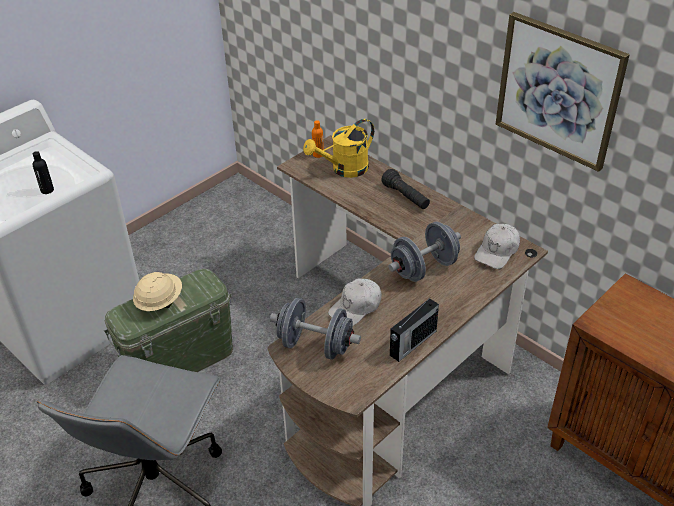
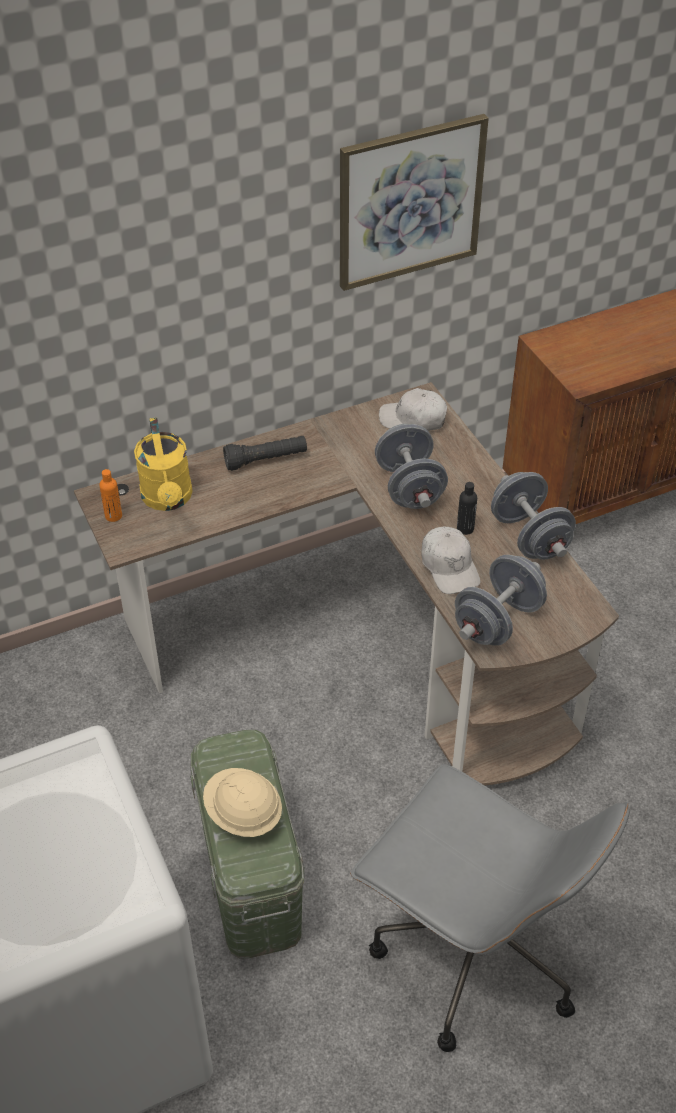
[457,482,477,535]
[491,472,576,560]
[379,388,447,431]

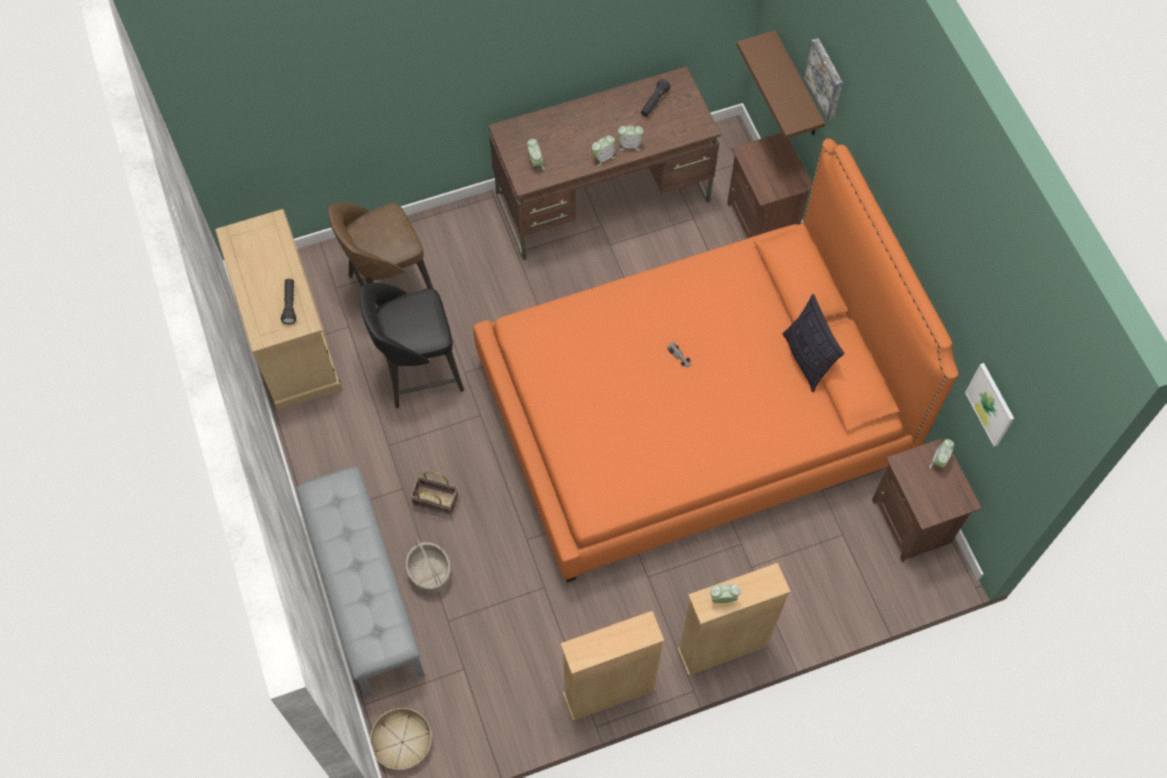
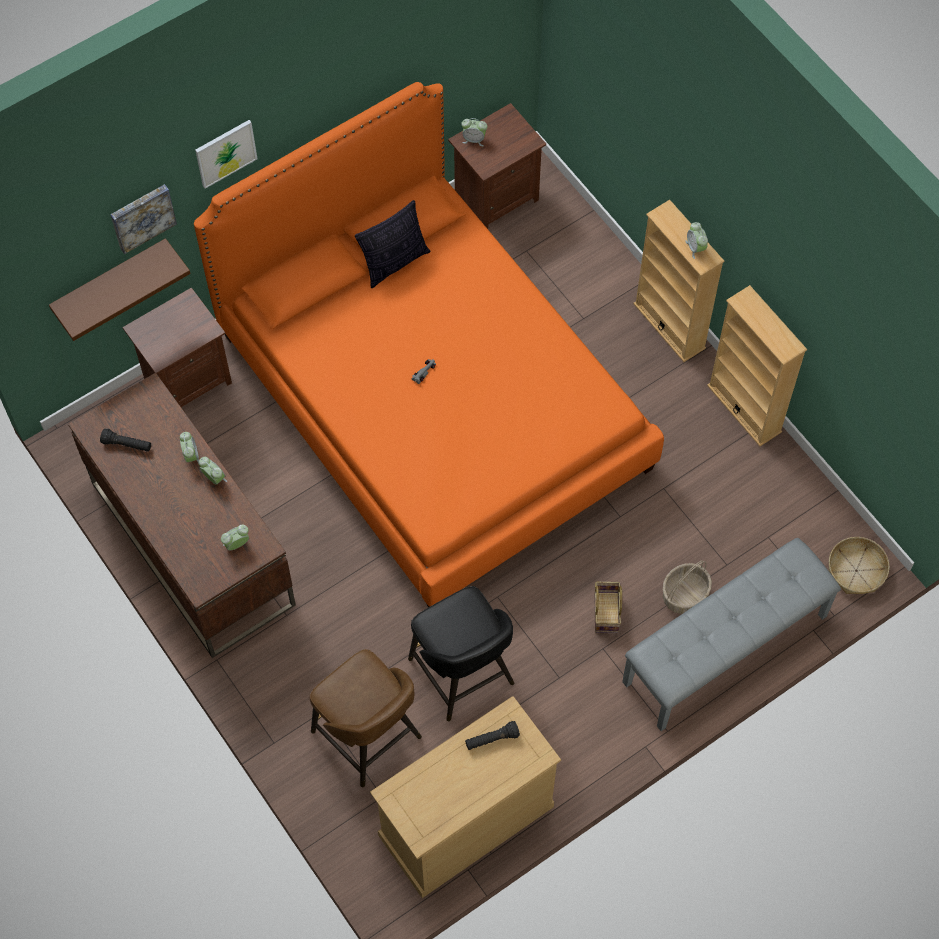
[195,120,257,189]

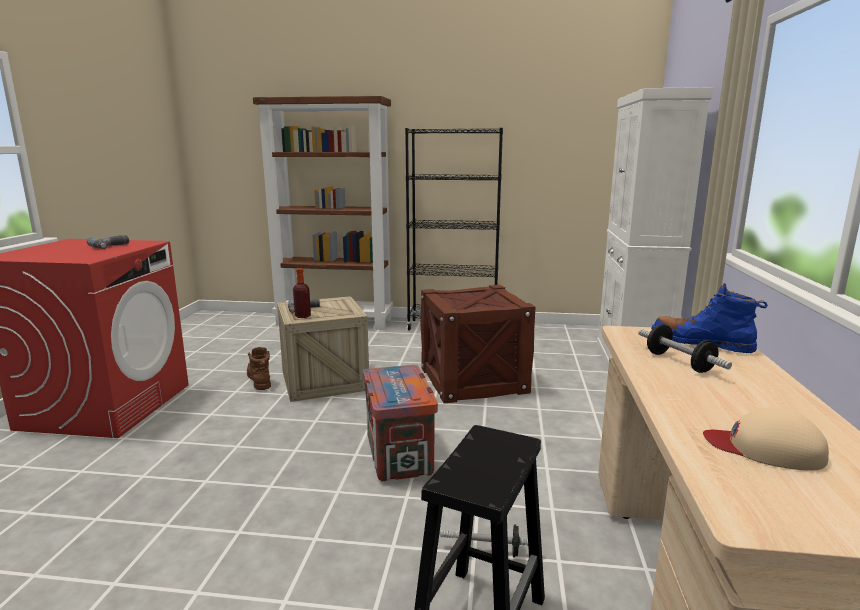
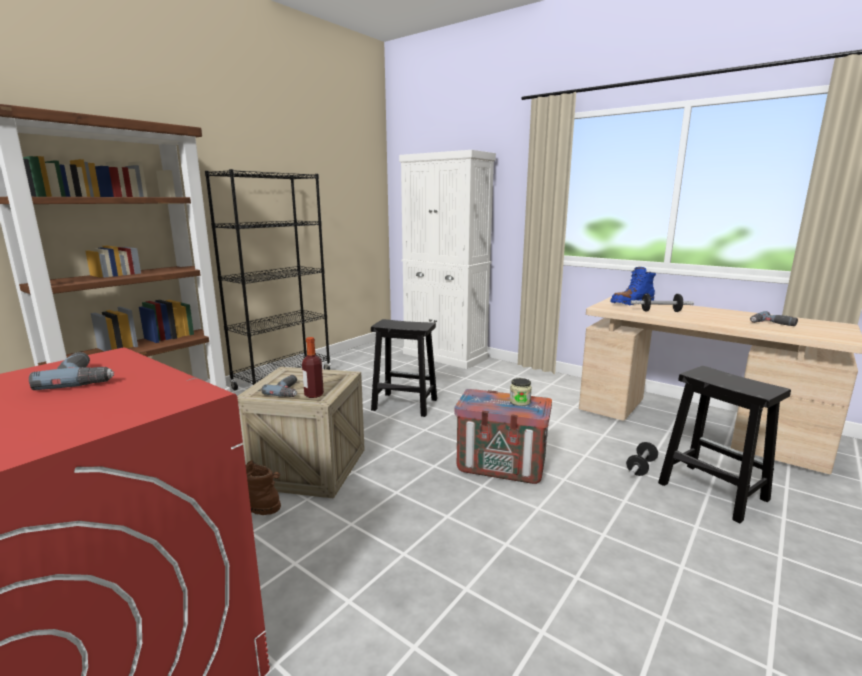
[510,378,532,406]
[371,319,437,417]
[750,311,798,326]

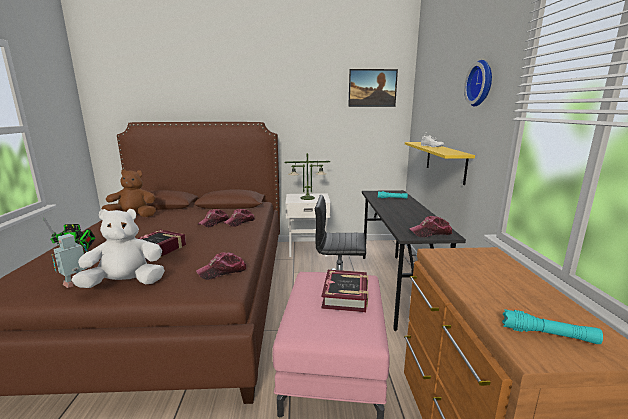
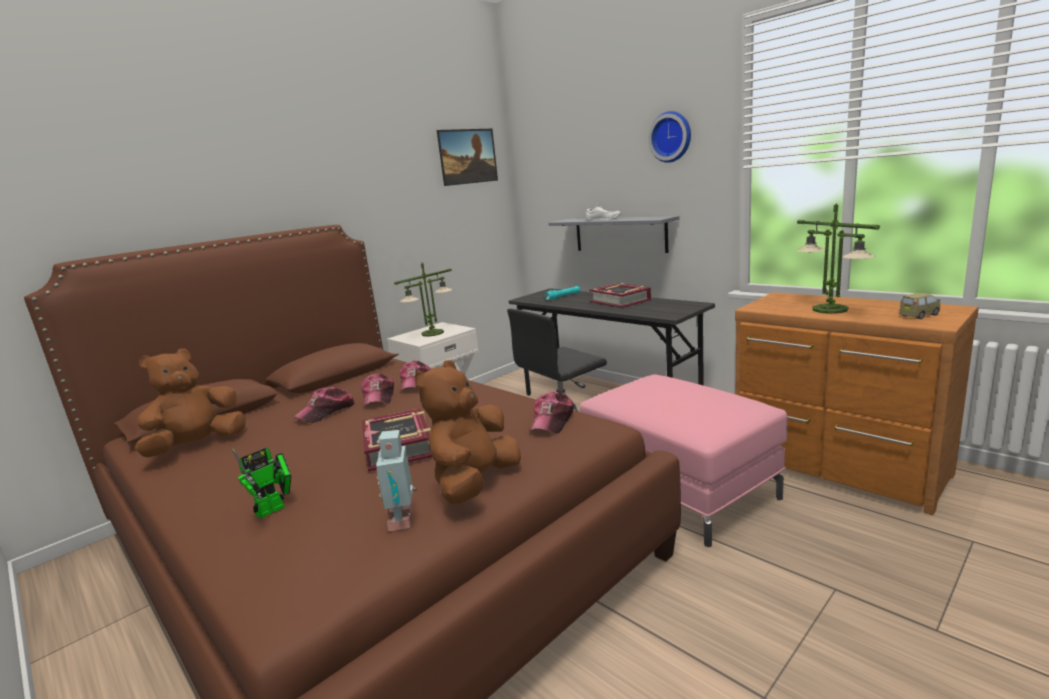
[796,203,880,314]
[589,283,651,308]
[294,387,355,423]
[899,293,940,319]
[414,360,521,504]
[548,216,680,253]

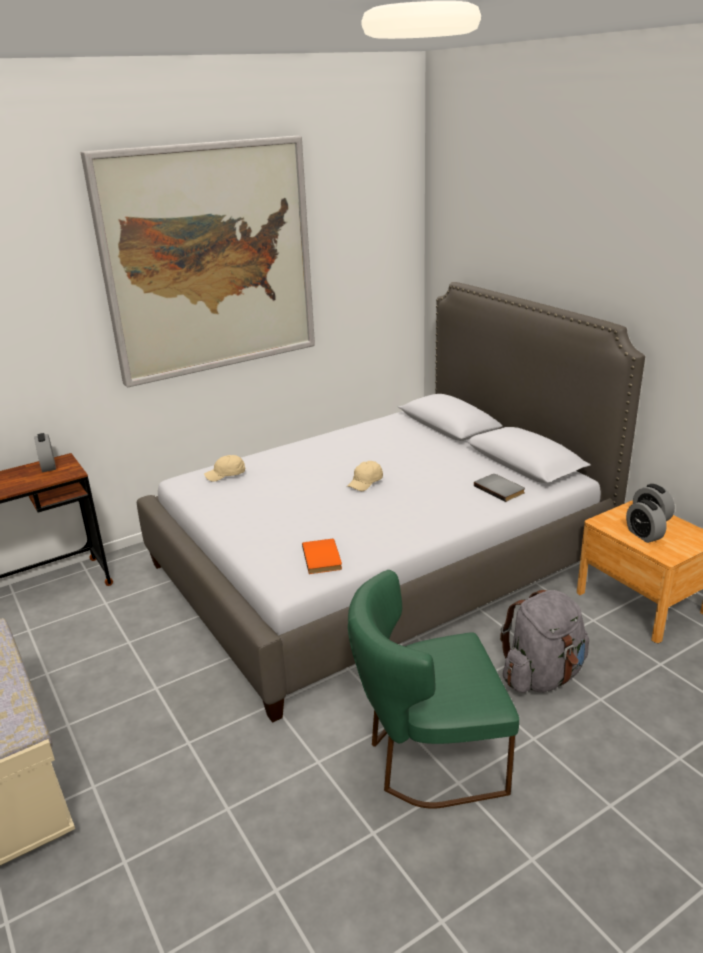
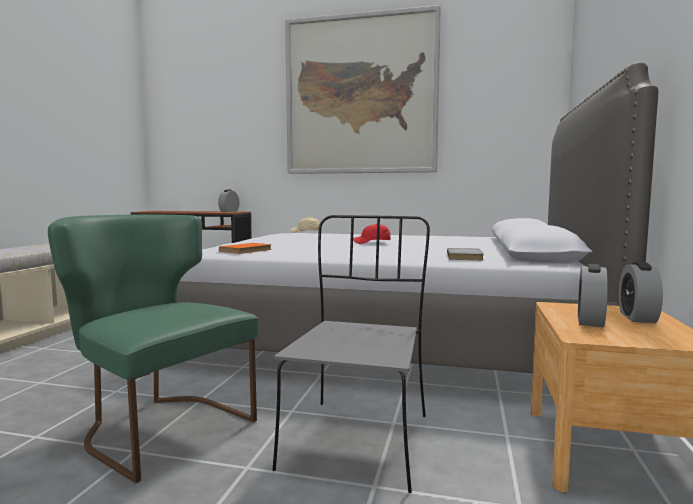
[273,215,430,493]
[353,224,391,244]

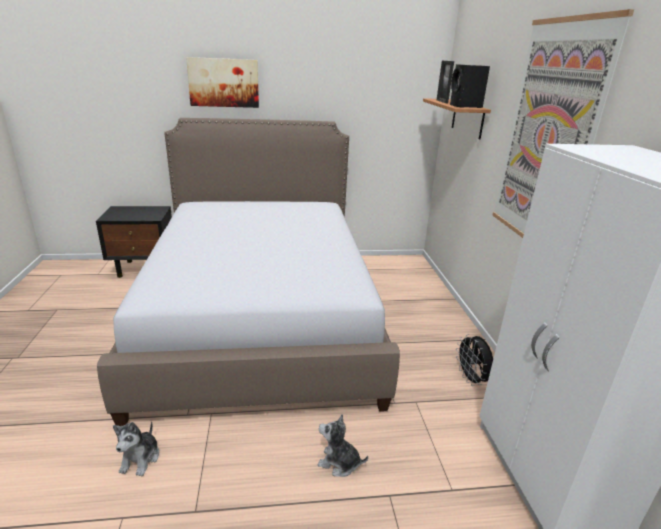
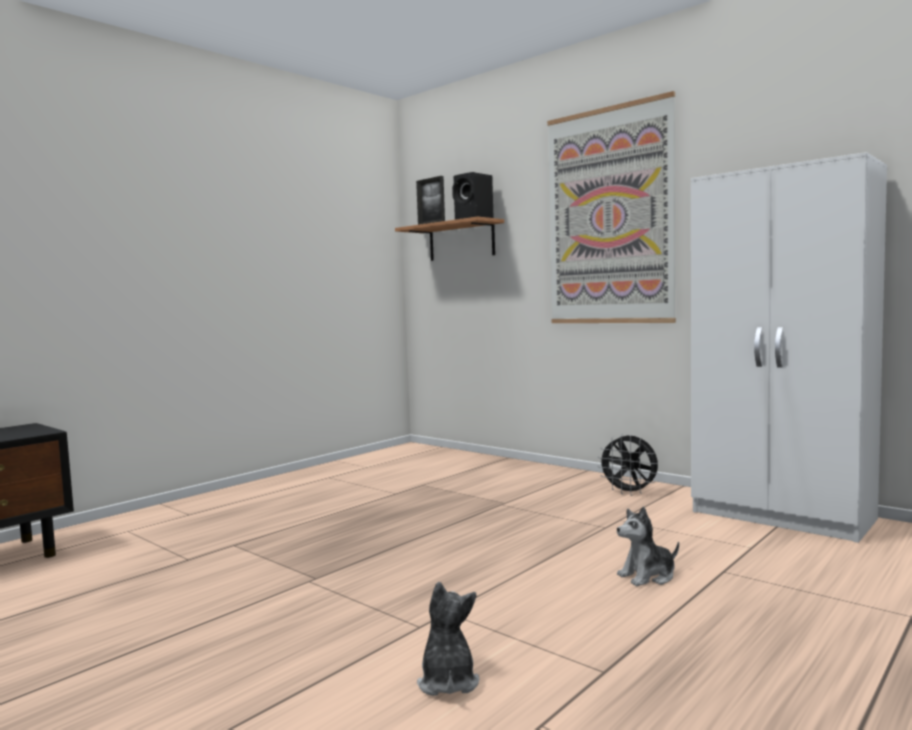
[97,118,400,426] (first image)
[186,57,259,108] (first image)
[417,582,480,696]

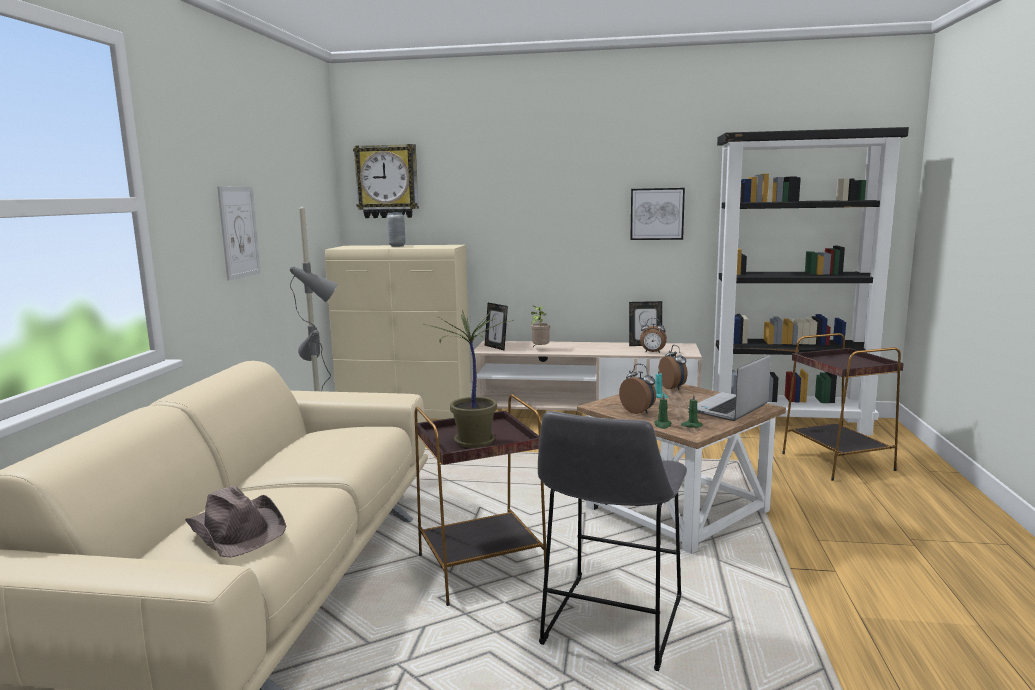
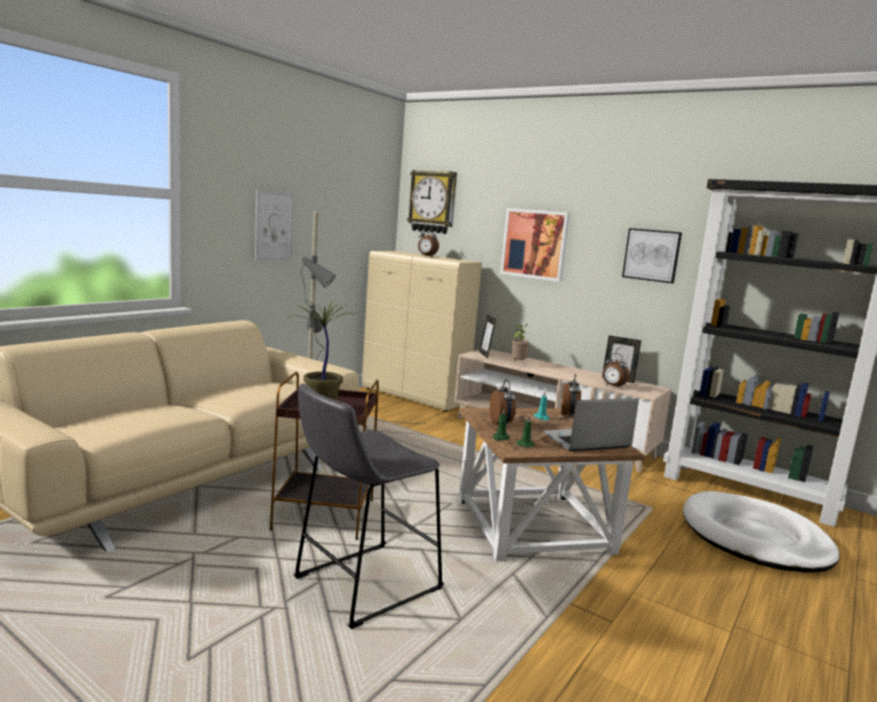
[185,486,287,558] (first image)
[500,208,570,282]
[418,228,439,257]
[683,491,839,573]

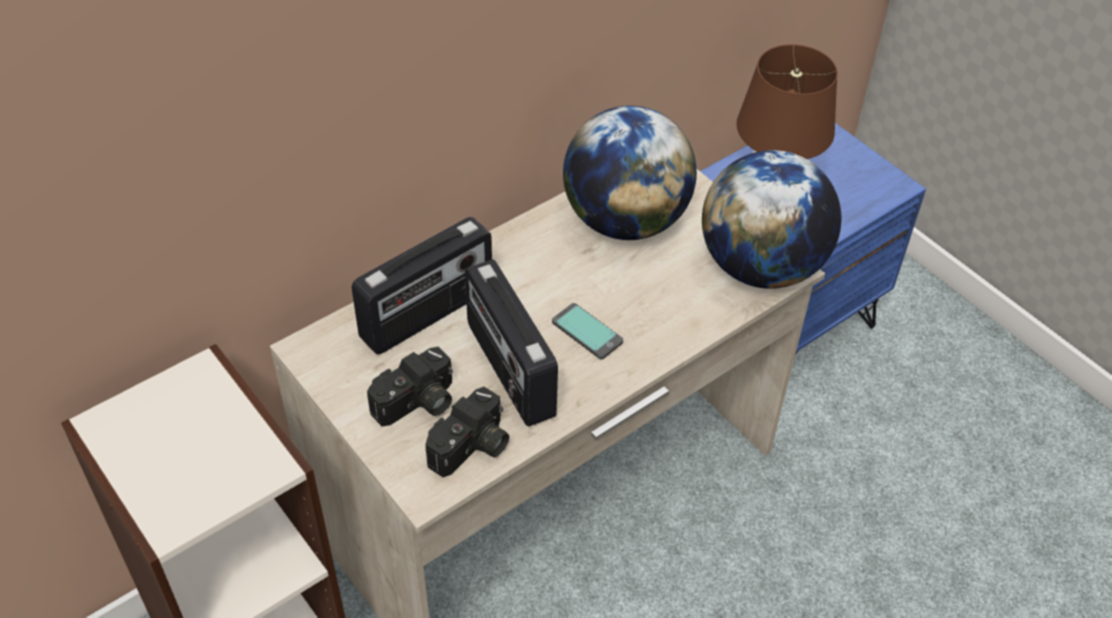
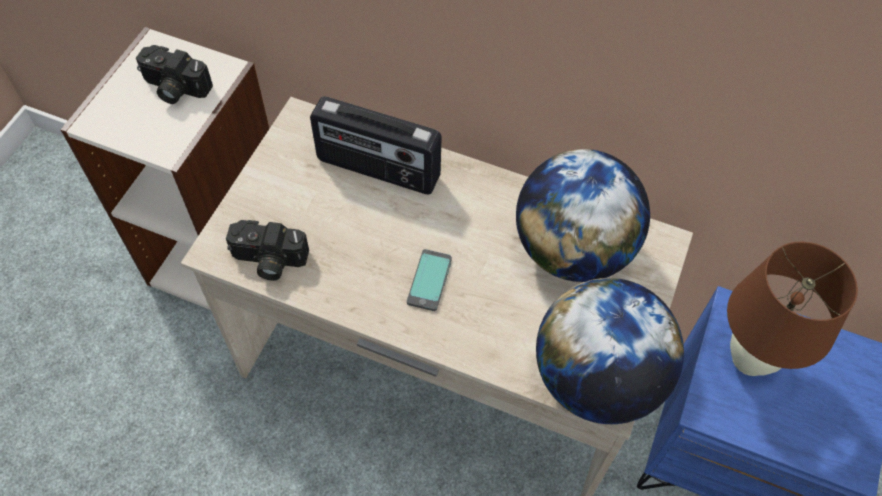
[465,259,558,426] (first image)
[136,45,213,104]

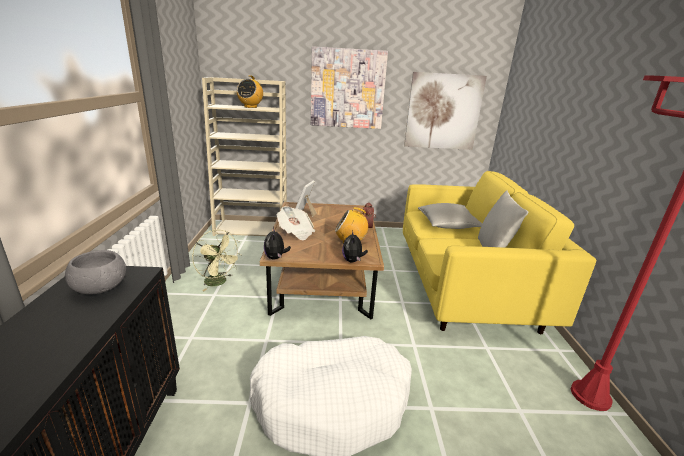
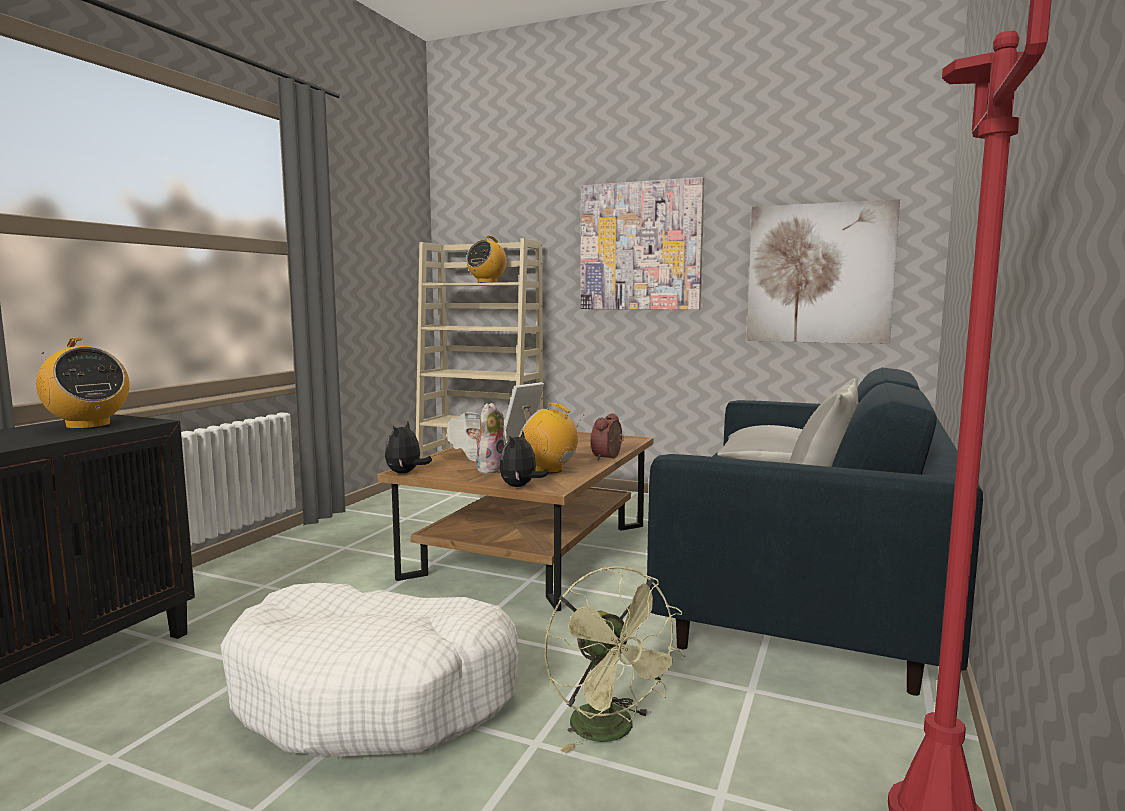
[475,403,504,474]
[545,566,685,753]
[36,337,130,429]
[647,367,983,696]

